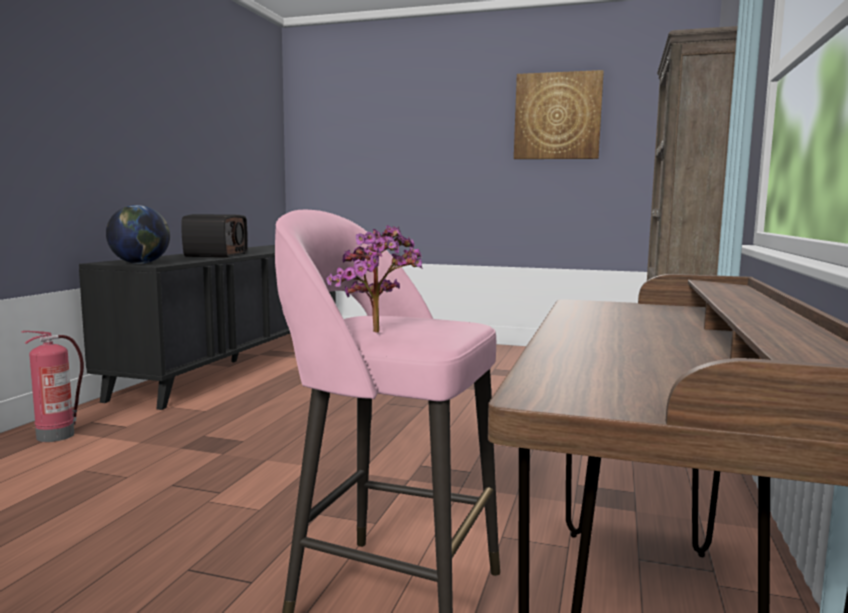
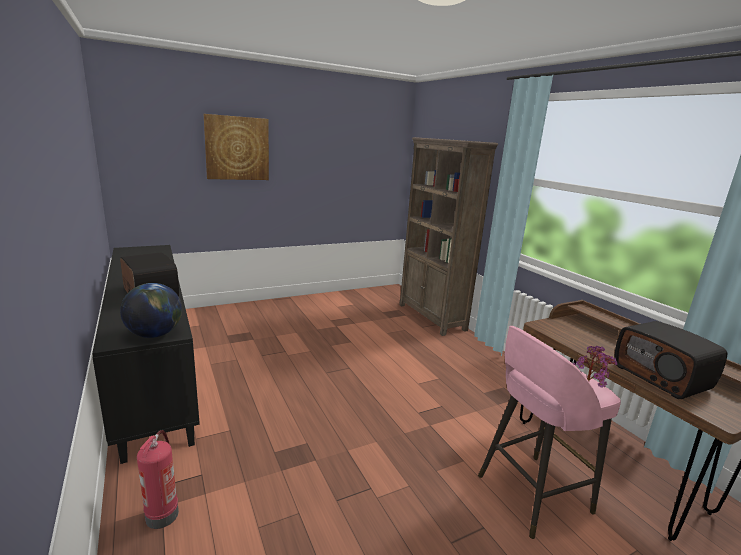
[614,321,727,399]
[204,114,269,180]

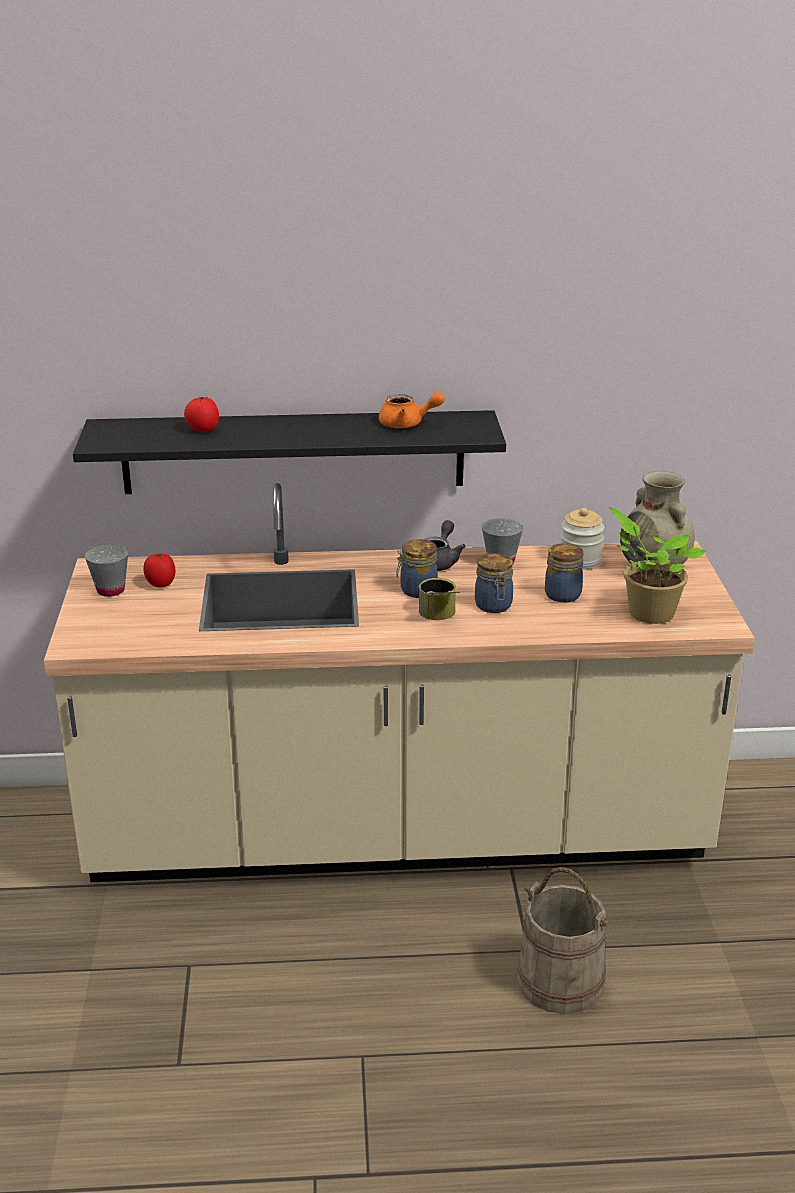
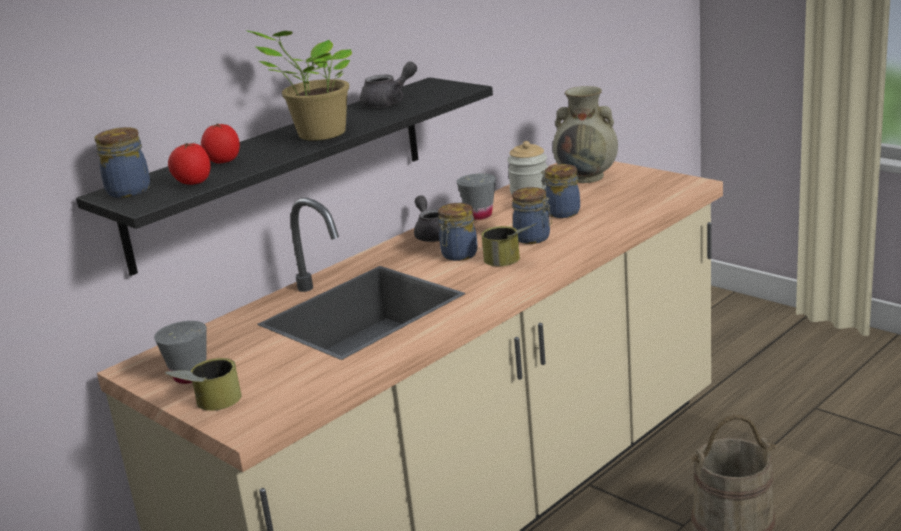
[95,127,150,198]
[165,358,242,411]
[168,142,211,185]
[246,30,352,141]
[360,61,417,108]

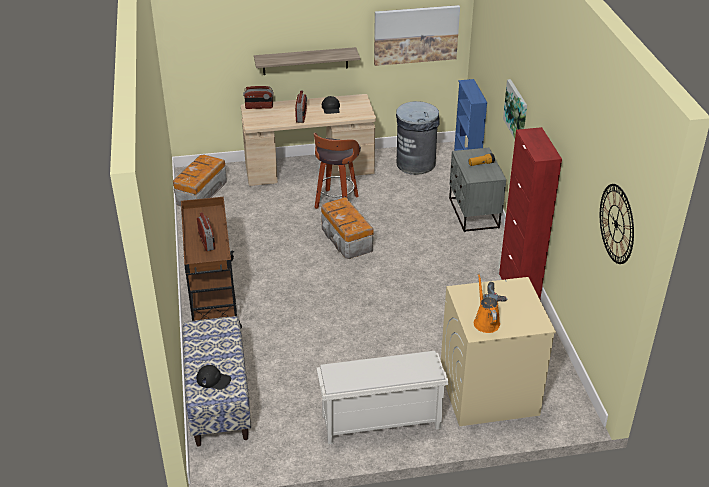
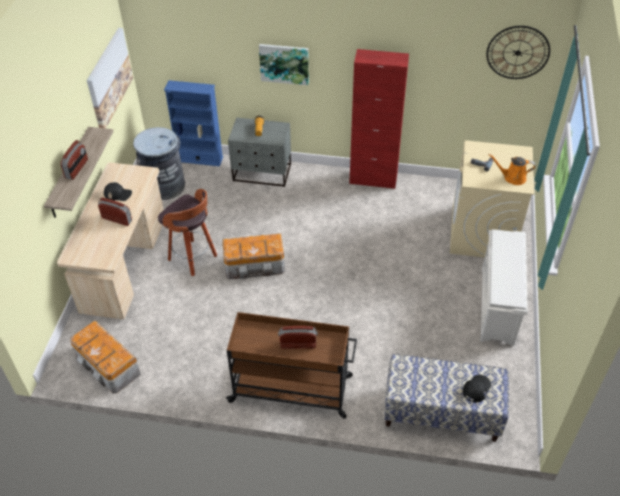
[60,140,88,180]

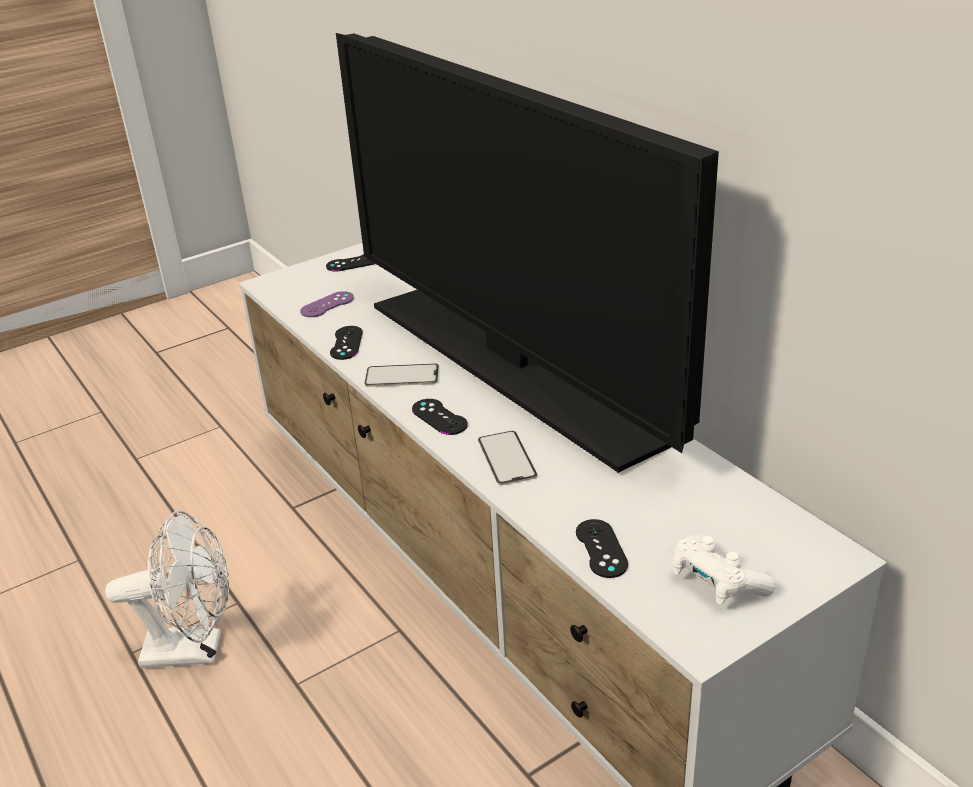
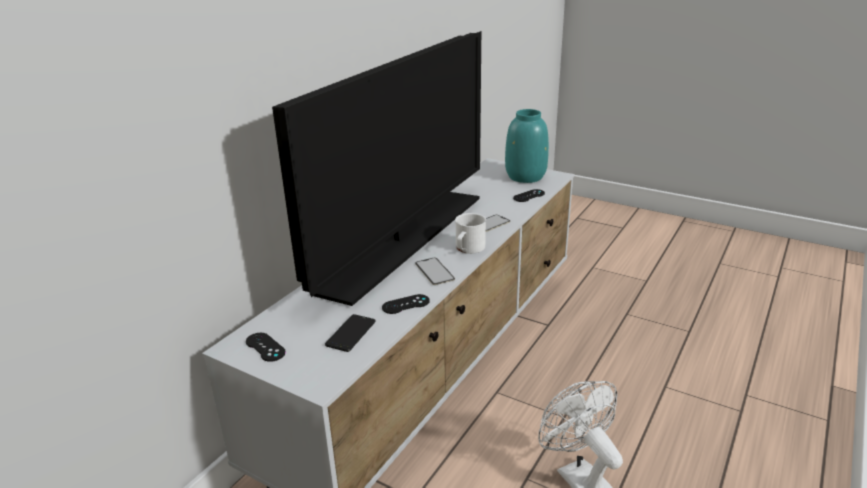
[325,314,376,352]
[455,213,486,254]
[505,109,549,183]

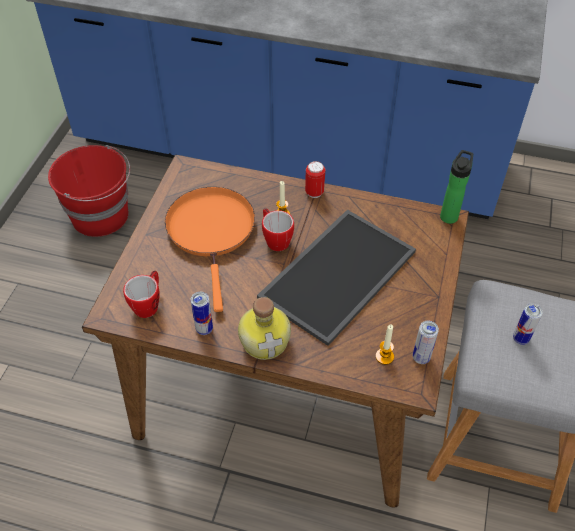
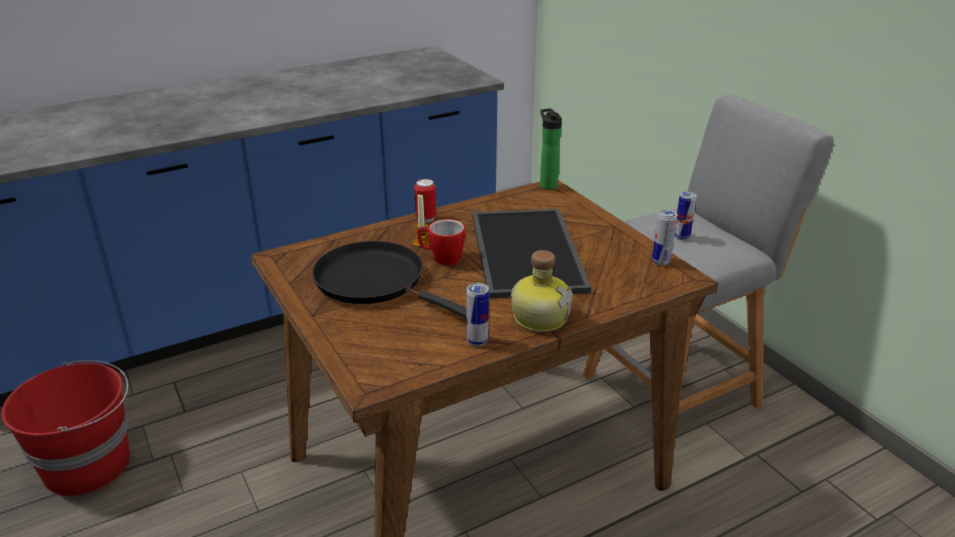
[123,271,160,318] (first image)
[376,324,394,365] (first image)
[312,241,467,319]

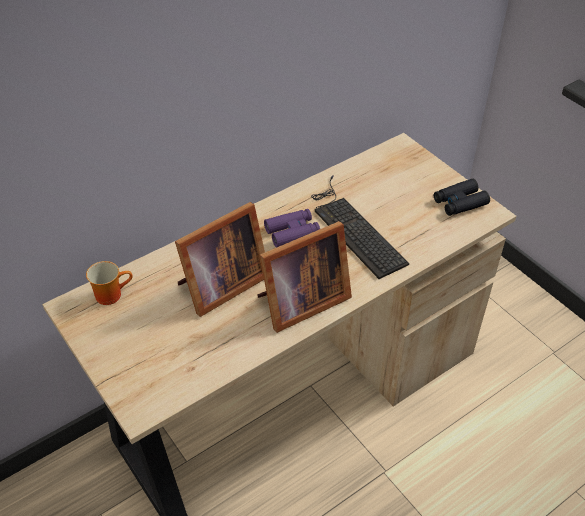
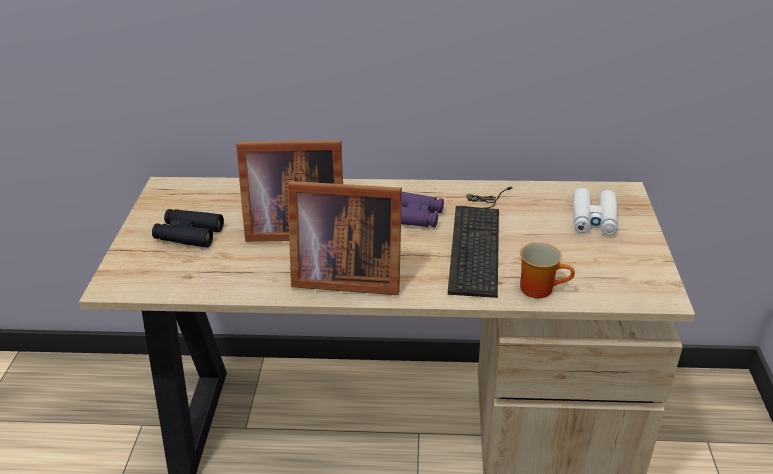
[573,188,618,236]
[520,242,575,298]
[152,209,224,248]

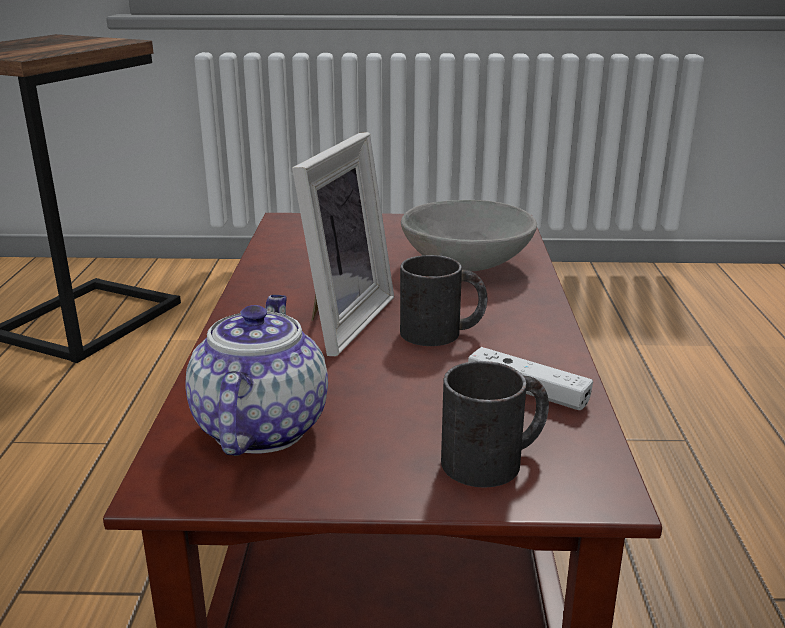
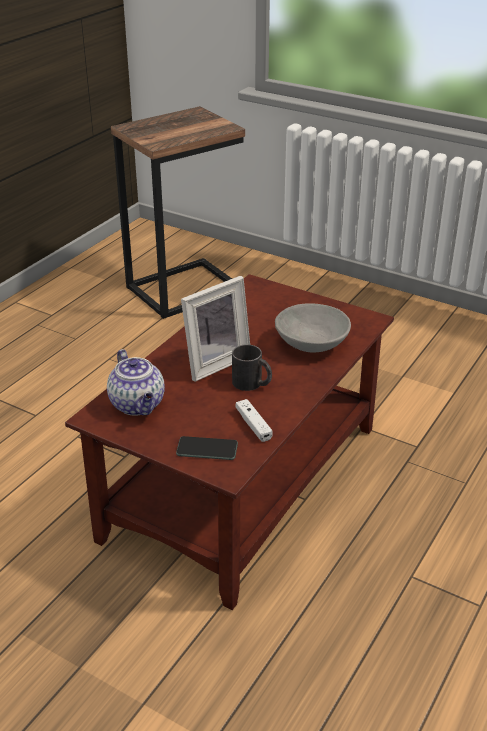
[176,436,238,460]
[107,349,165,416]

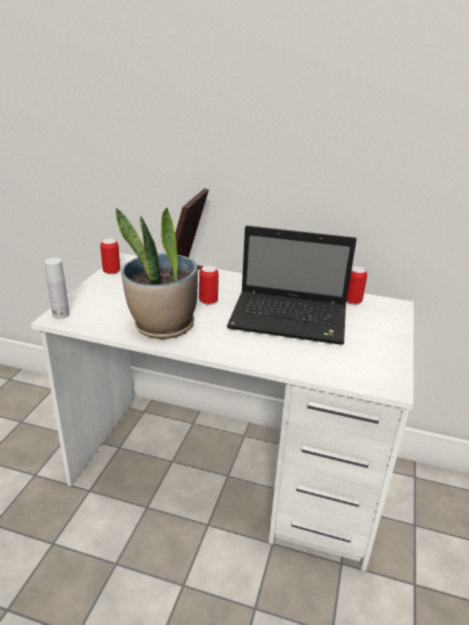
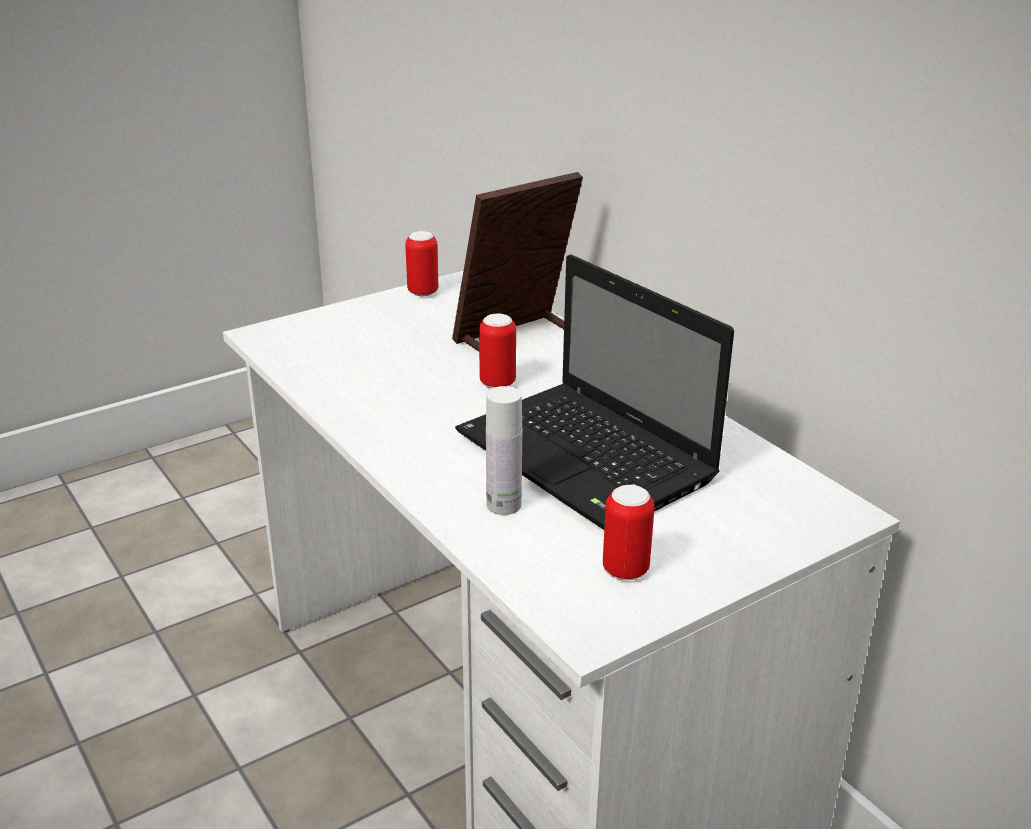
[116,208,198,339] (first image)
[486,386,522,515]
[603,485,655,580]

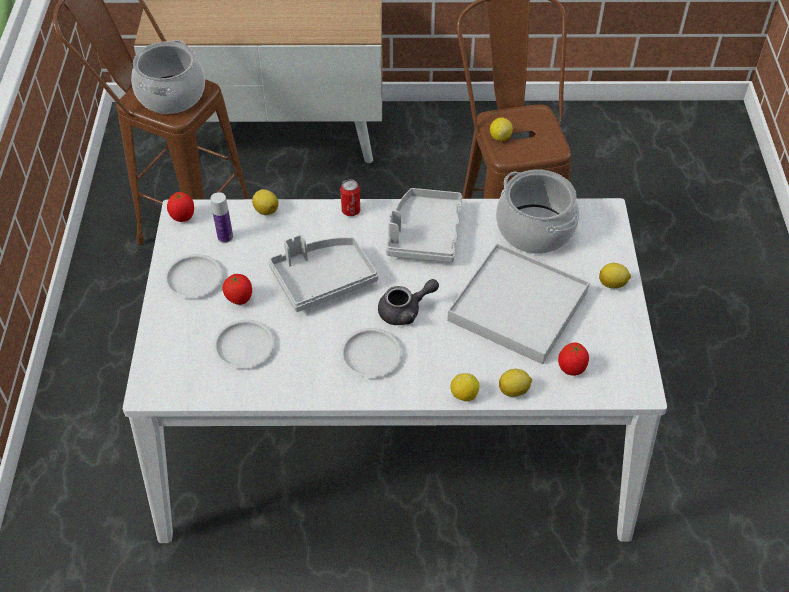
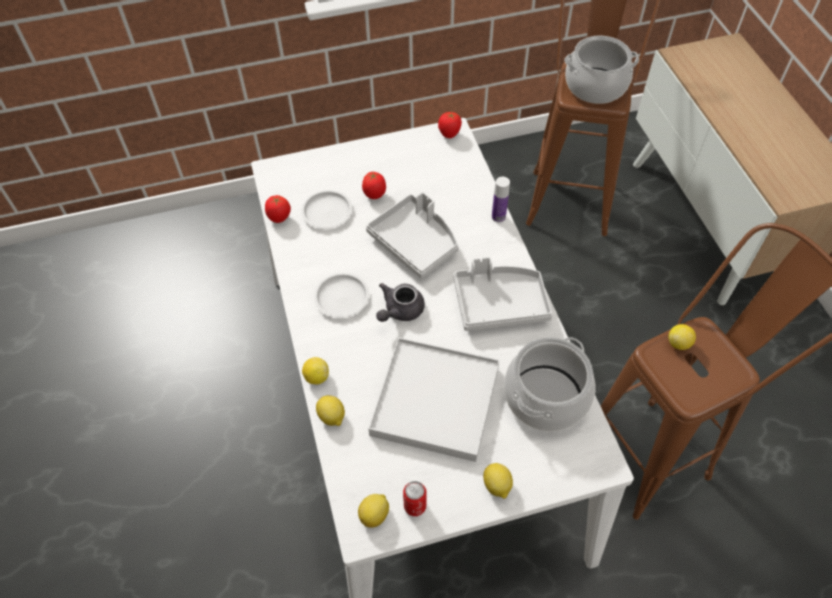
[164,254,223,298] (first image)
[492,177,510,223]
[358,494,389,528]
[403,481,426,516]
[265,195,291,223]
[376,283,425,322]

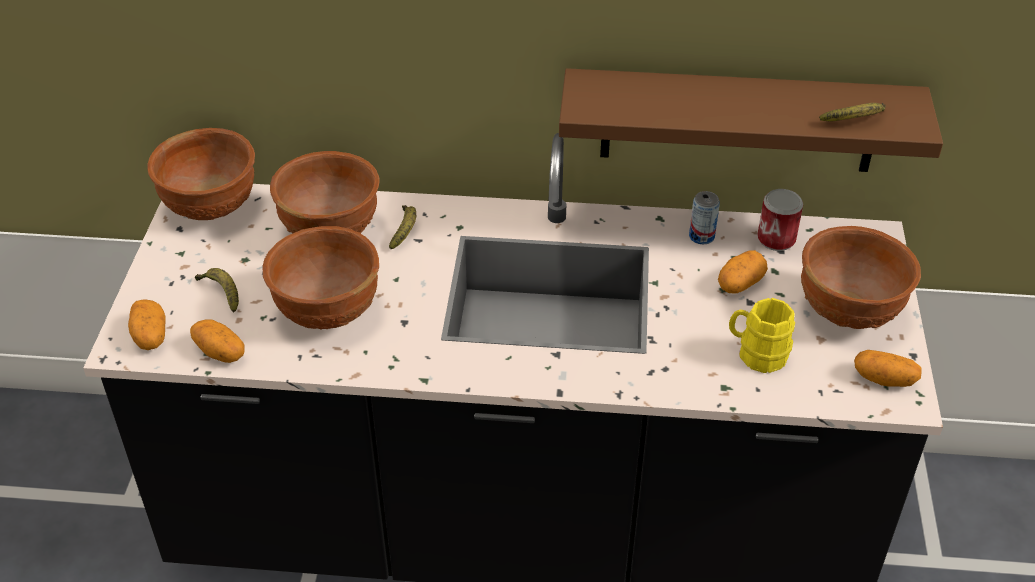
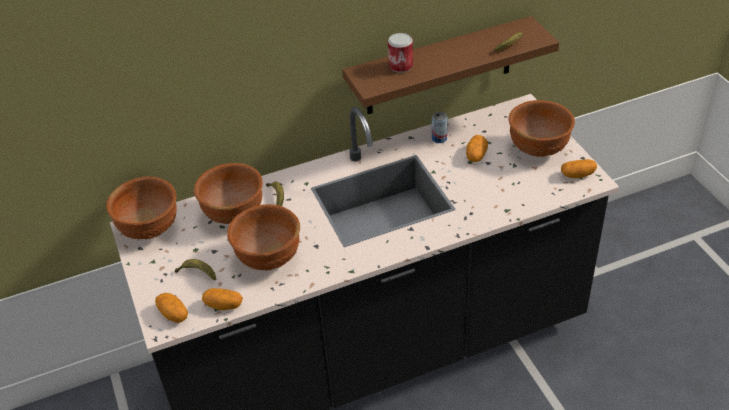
[729,298,795,373] (first image)
[388,33,413,73]

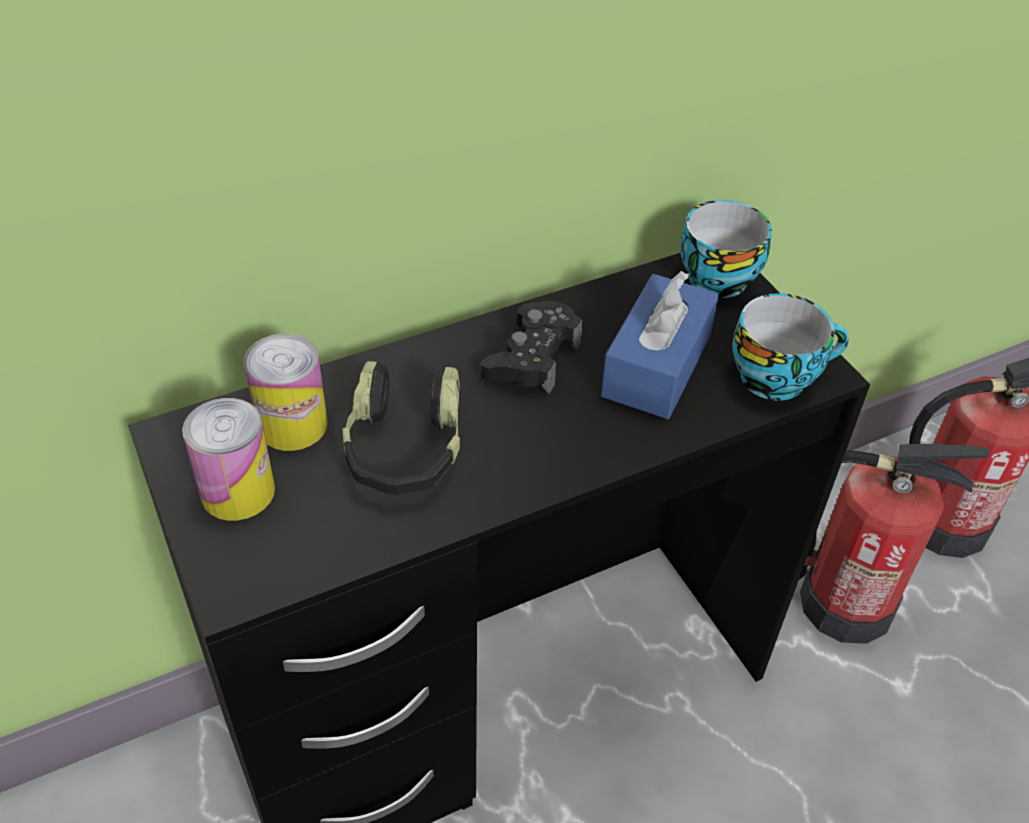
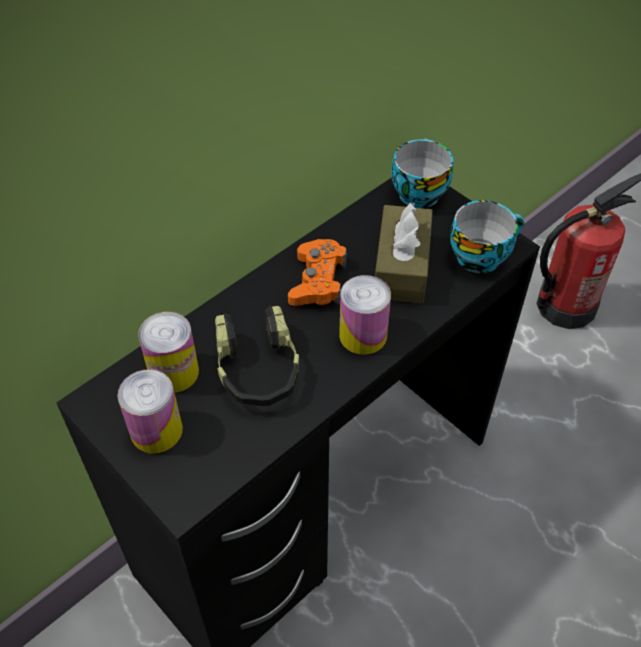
[799,444,989,644] (first image)
[339,275,391,355]
[288,239,347,306]
[375,203,433,304]

